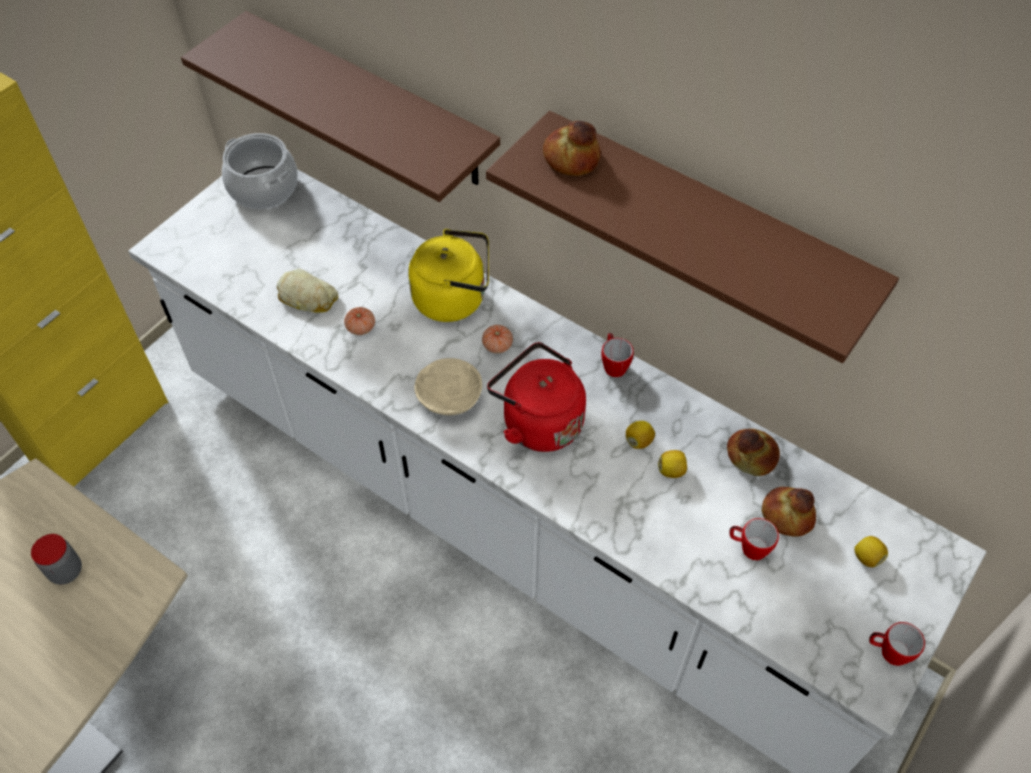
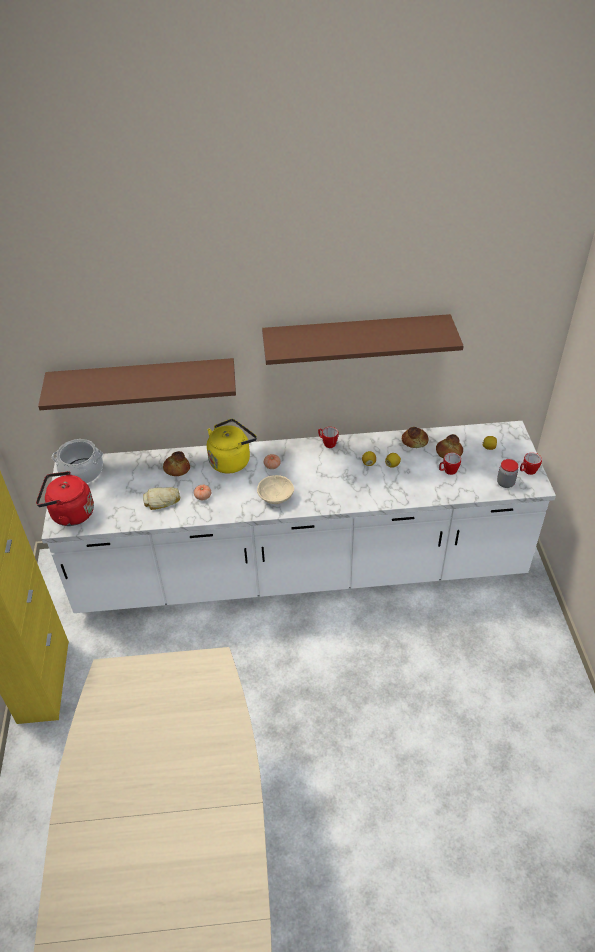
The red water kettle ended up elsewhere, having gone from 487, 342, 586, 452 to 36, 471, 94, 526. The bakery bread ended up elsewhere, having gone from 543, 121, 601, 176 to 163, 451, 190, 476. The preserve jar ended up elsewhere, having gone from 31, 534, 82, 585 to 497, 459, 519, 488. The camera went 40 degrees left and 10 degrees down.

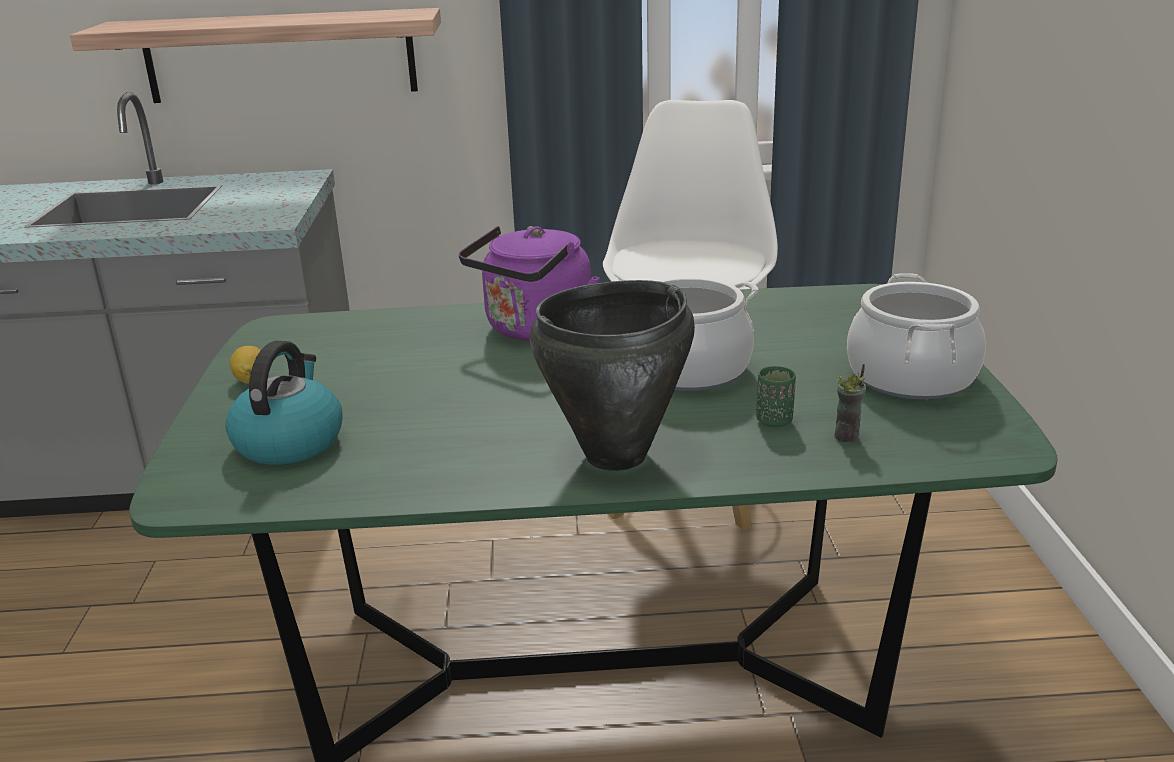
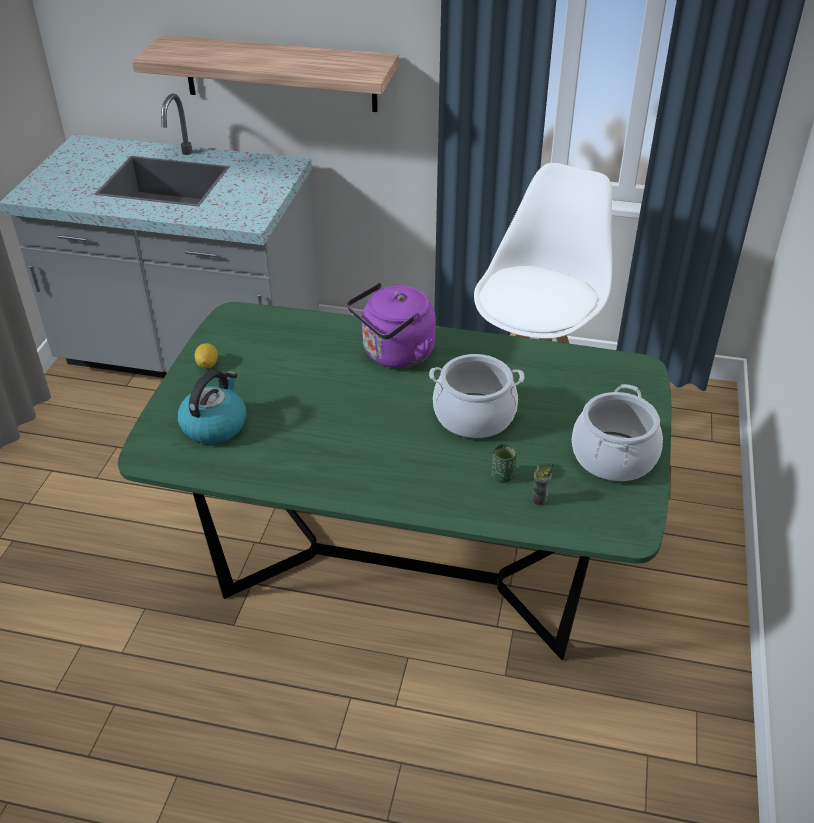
The second view lost the blackish saucepot at 530, 280, 695, 471. The camera went 15 degrees right and 15 degrees up.

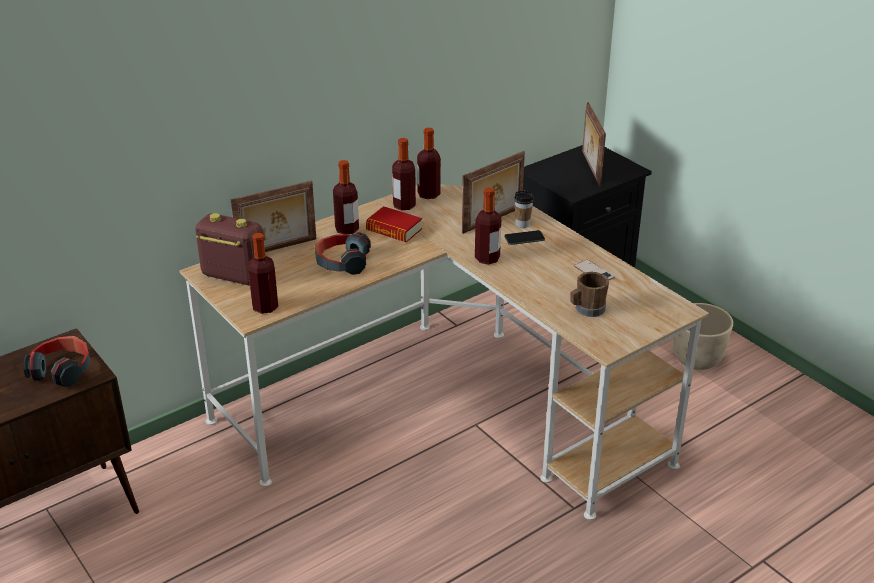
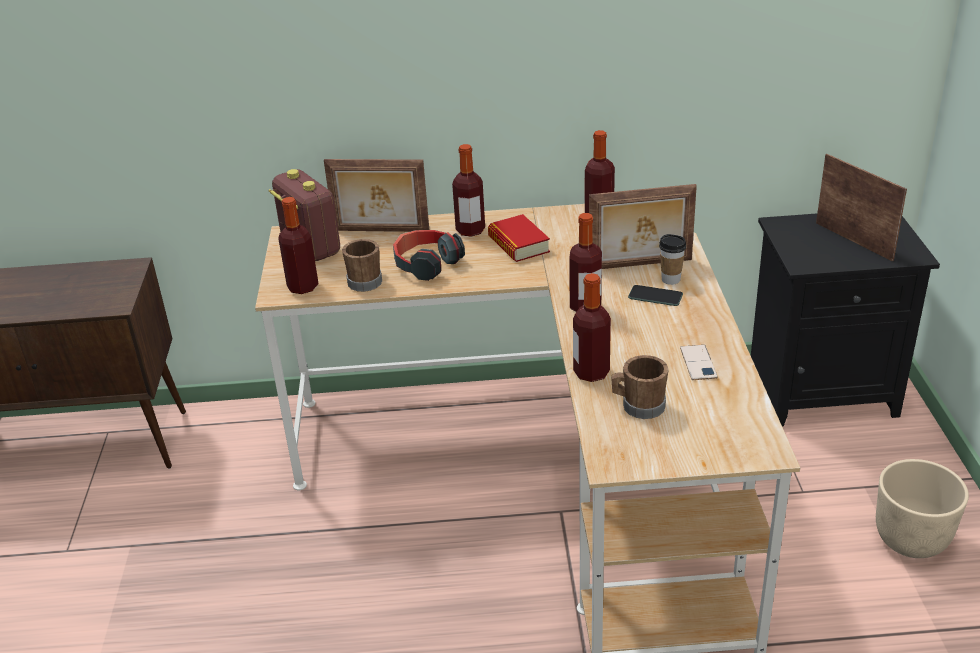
The second view gained the brown-coloured tea mug at 342, 239, 382, 292. The bottle ended up elsewhere, having gone from 392, 138, 416, 210 to 573, 273, 611, 382. The photo frame at 582, 102, 606, 186 ended up facing another way, 120 degrees clockwise from before. The second view lost the headset at 23, 336, 91, 387. The camera went 35 degrees right and 0 degrees up.

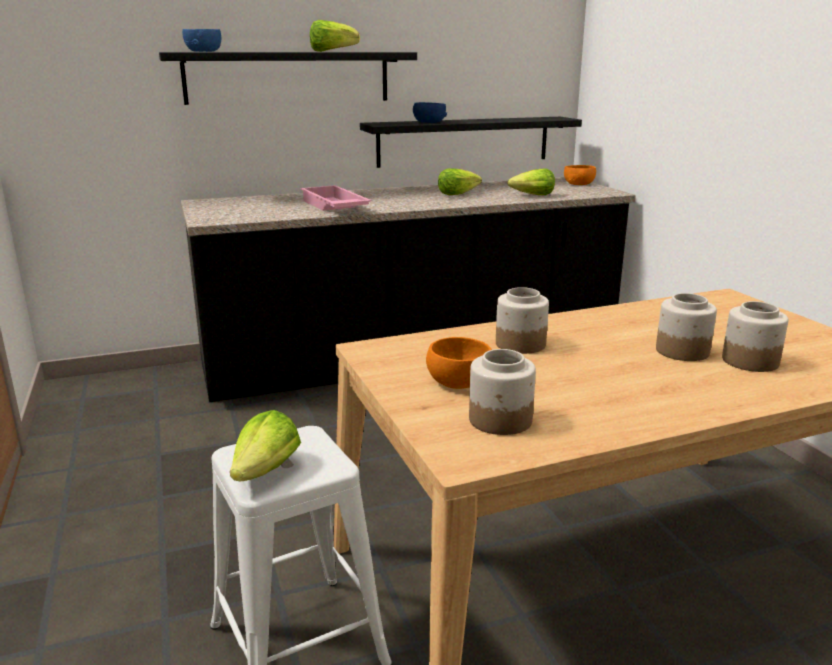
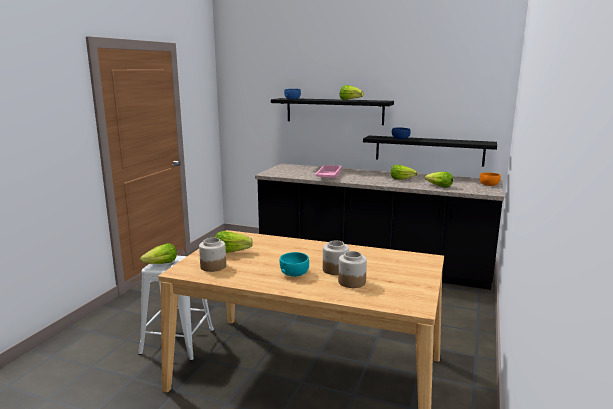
Where the orange serving bowl stood at 426, 337, 492, 389, the lettuce came to stand at 215, 231, 253, 253. The second view gained the turquoise-coloured serving bowl at 280, 252, 309, 277. The second view lost the preserve jar at 496, 287, 549, 354. The camera went 40 degrees right and 5 degrees down.

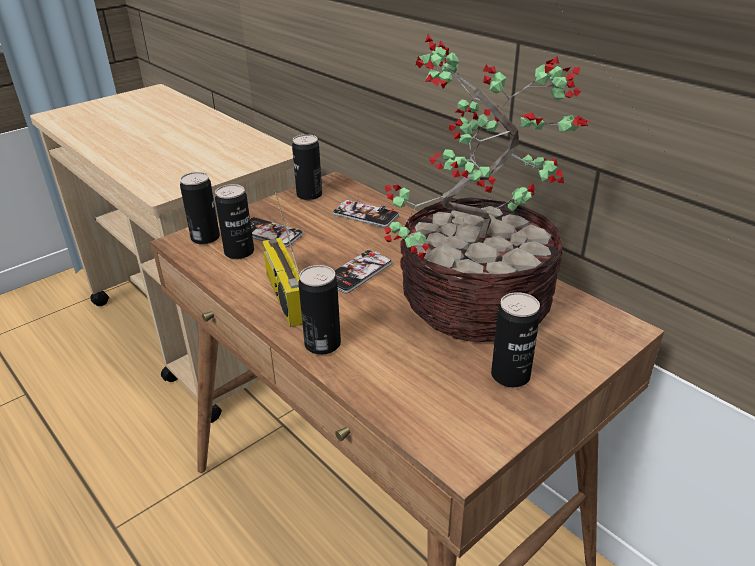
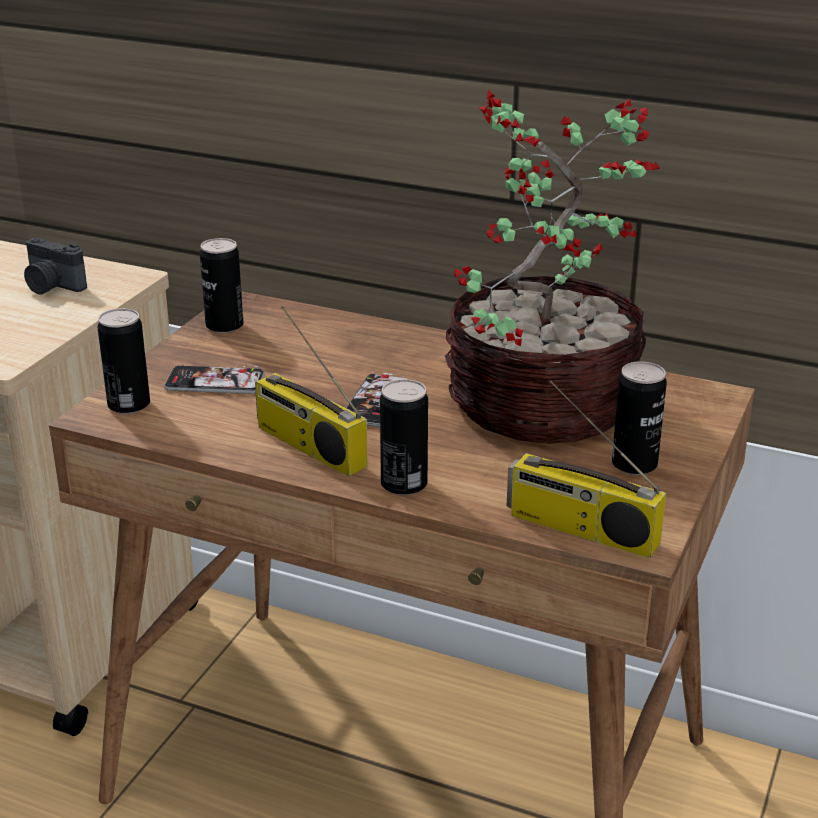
The second view gained the photo camera at 24, 238, 87, 295. The second view gained the radio set at 507, 380, 666, 558. The second view lost the sealed can at 215, 184, 254, 259. The second view lost the telephone at 332, 198, 399, 227. The camera went 25 degrees left and 5 degrees down.

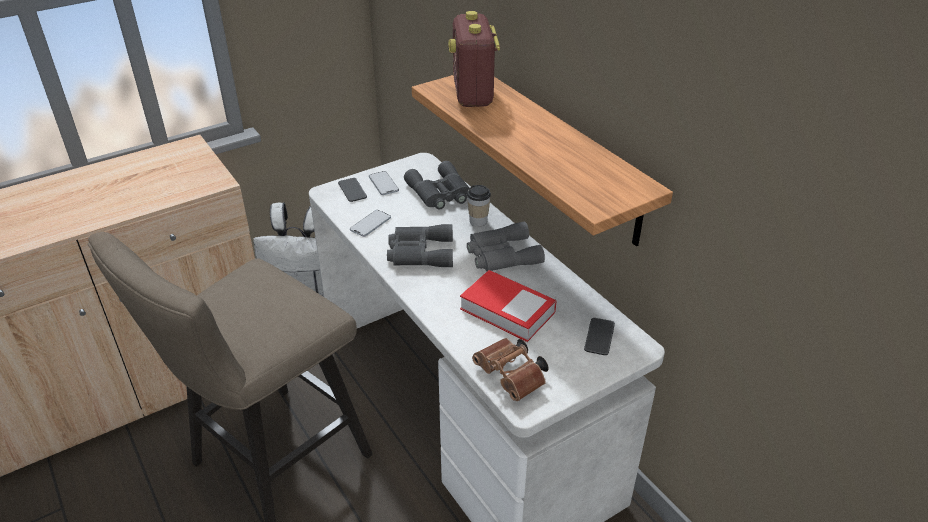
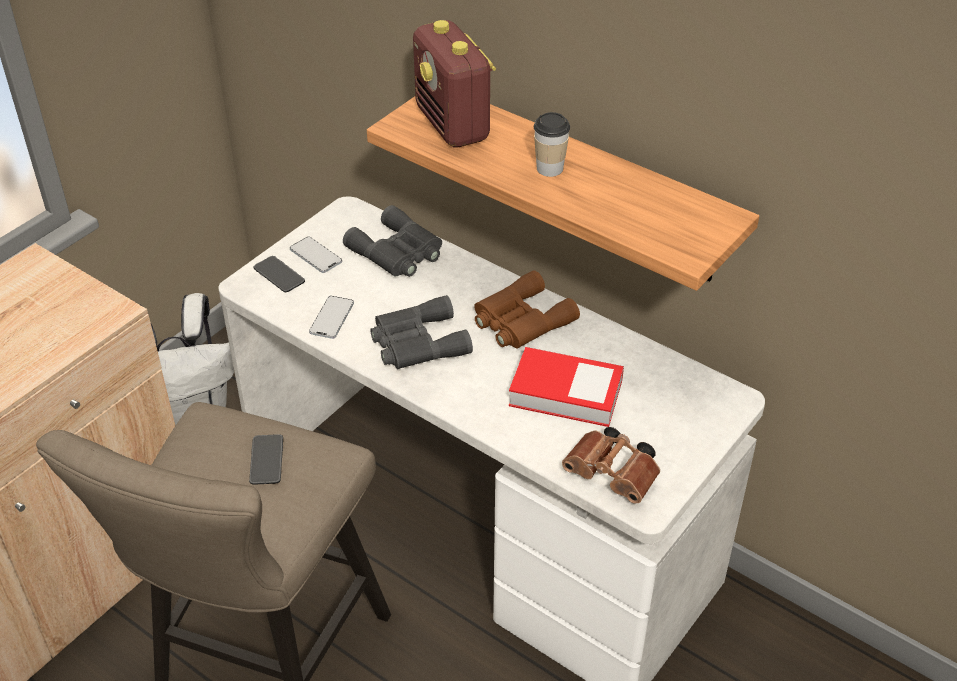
The telephone ended up elsewhere, having gone from 584, 318, 615, 355 to 249, 434, 283, 485. What was the gray field glasses at 467, 221, 545, 271 turned into the brown-coloured field glasses at 474, 270, 580, 348. The cup ended up elsewhere, having gone from 467, 185, 491, 227 to 534, 112, 570, 177. The camera went 20 degrees left and 5 degrees up.

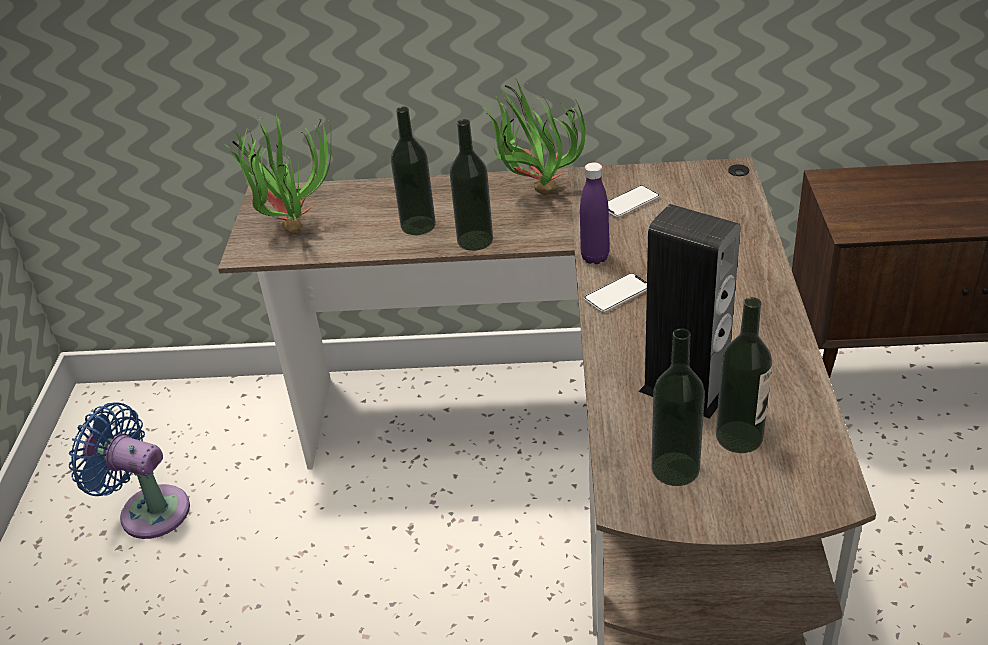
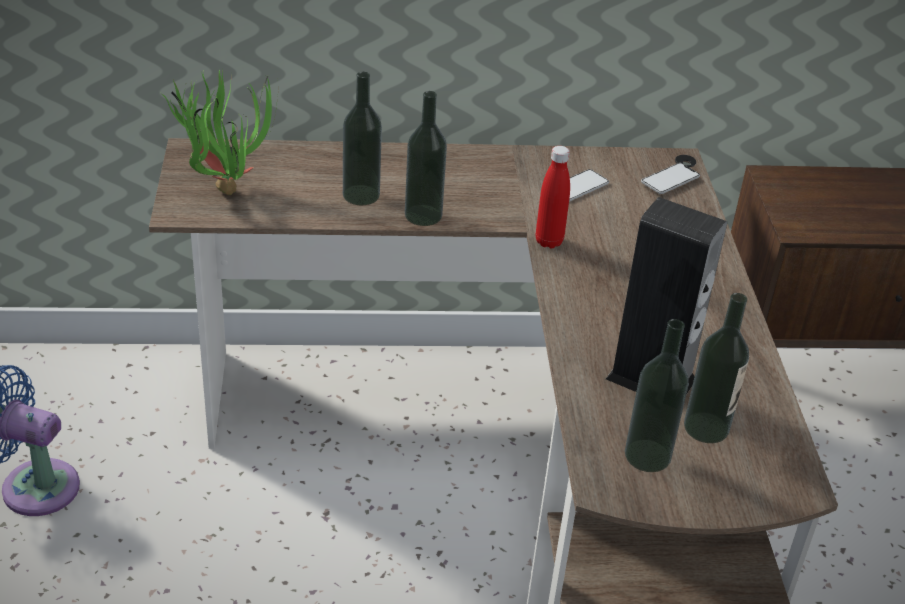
What was the purple bottle at 580, 162, 609, 264 turned into the red bottle at 536, 146, 570, 248. The telephone ended up elsewhere, having gone from 583, 273, 647, 313 to 641, 163, 700, 194. The second view lost the plant in a pot at 482, 79, 585, 195. The camera went 10 degrees left and 0 degrees up.

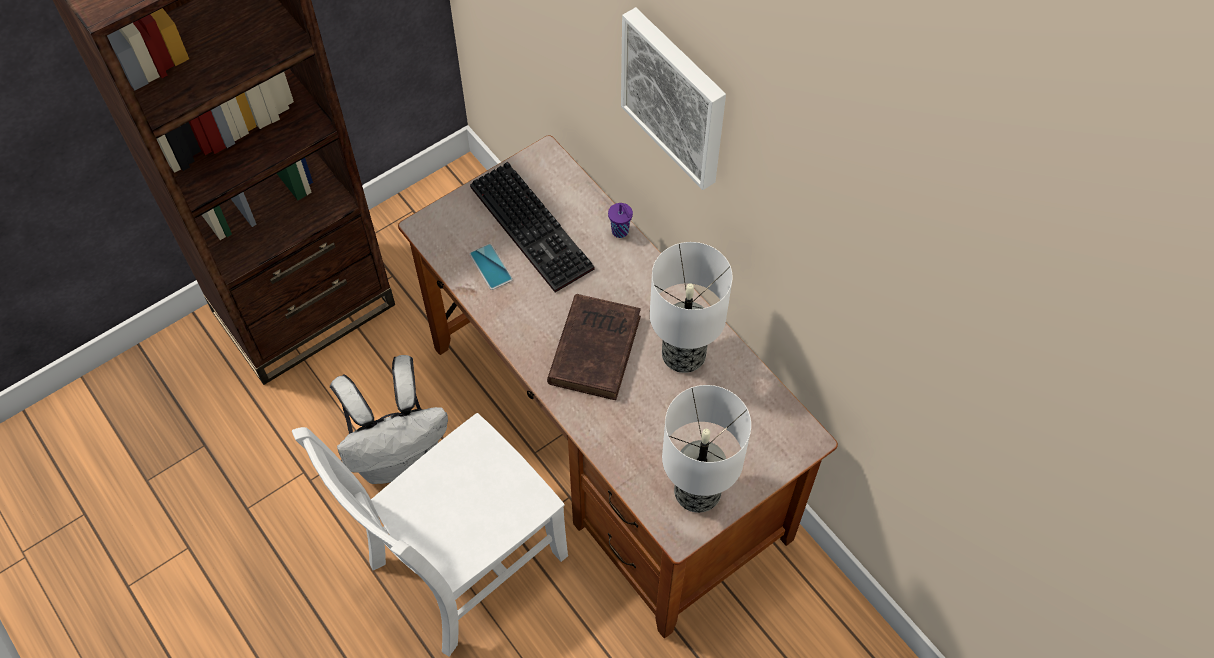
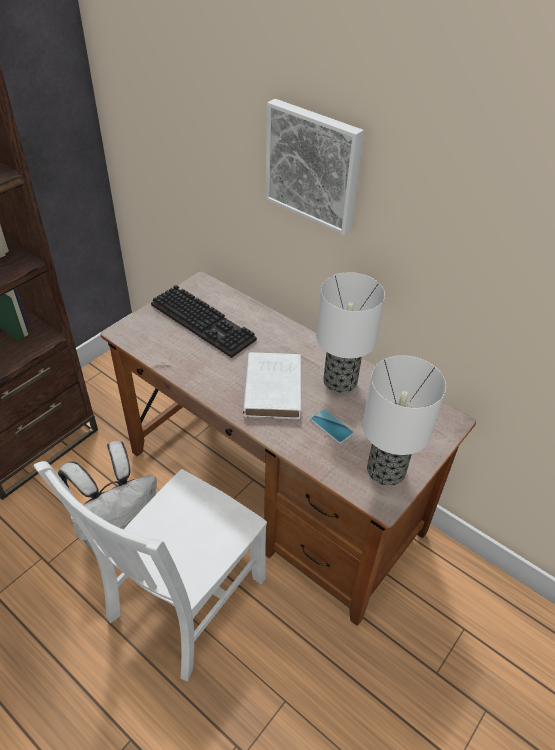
What was the brown-coloured volume at 547, 294, 641, 400 turned into the white-coloured volume at 243, 352, 301, 419. The telephone ended up elsewhere, having gone from 469, 244, 513, 290 to 310, 409, 354, 444. The second view lost the purple cup at 608, 203, 633, 238. The camera went 15 degrees left and 15 degrees down.

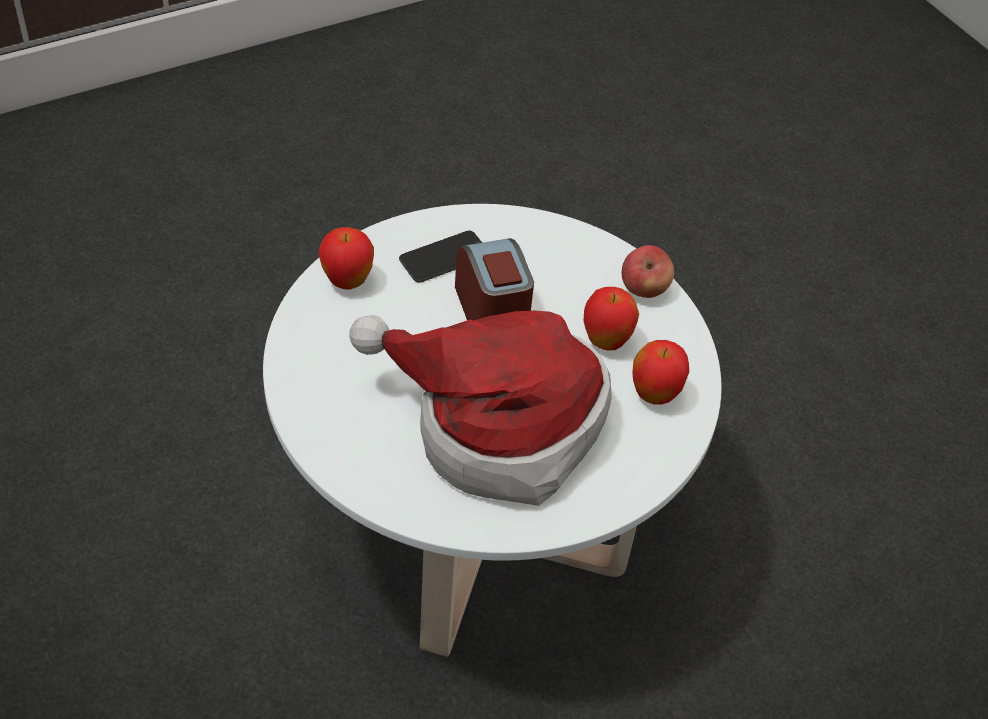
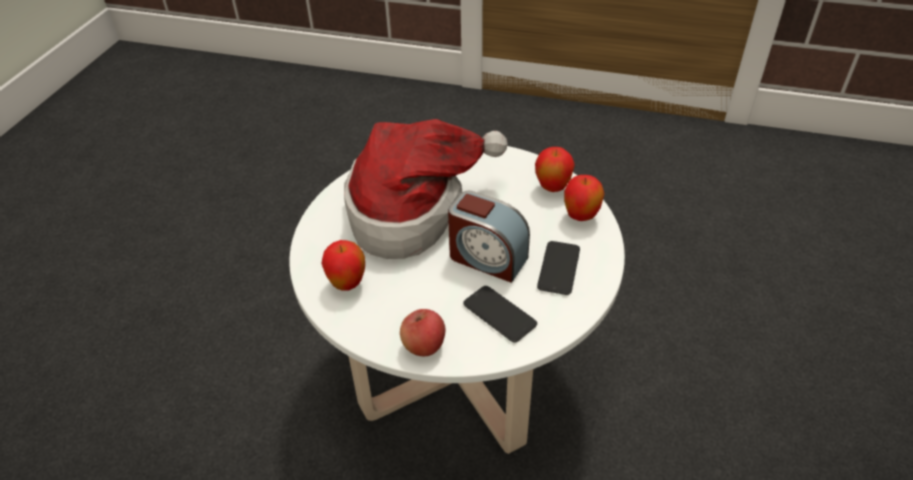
The second view gained the telephone at 463, 286, 537, 343. The whole apple ended up elsewhere, having gone from 584, 287, 639, 351 to 535, 147, 575, 192. The camera went 140 degrees right and 5 degrees down.

